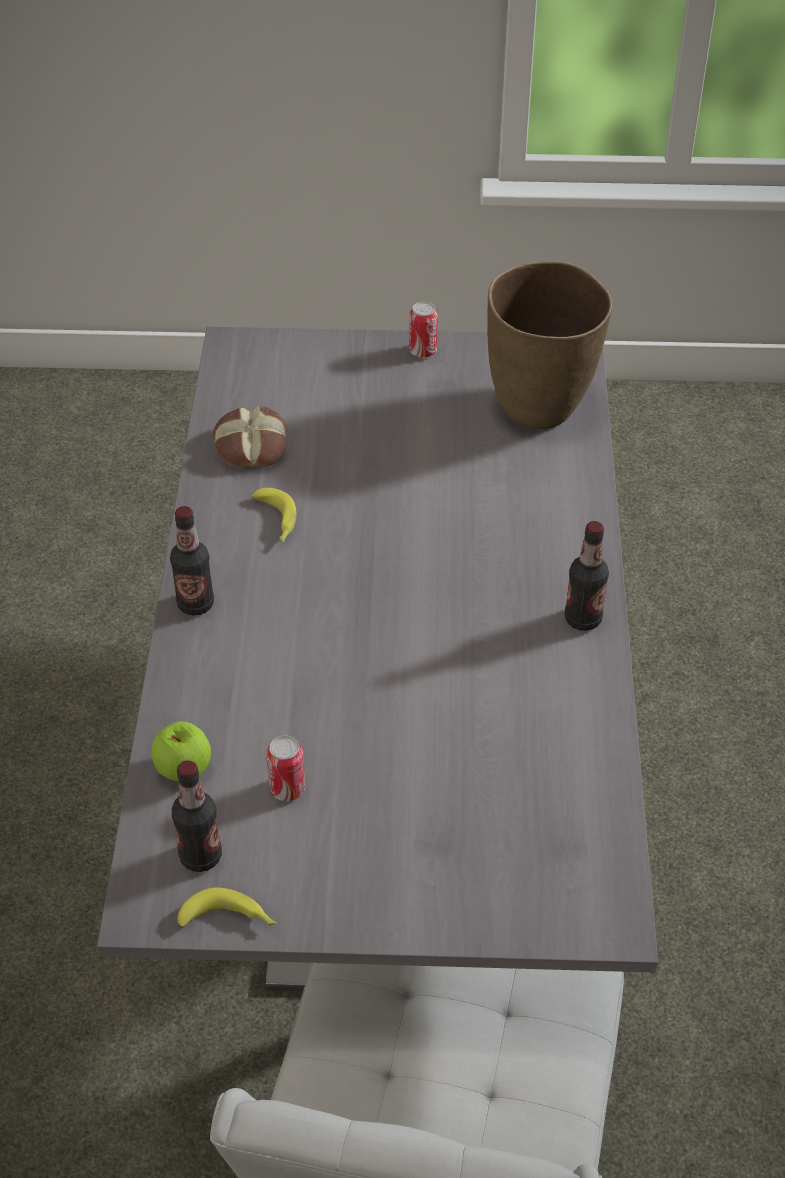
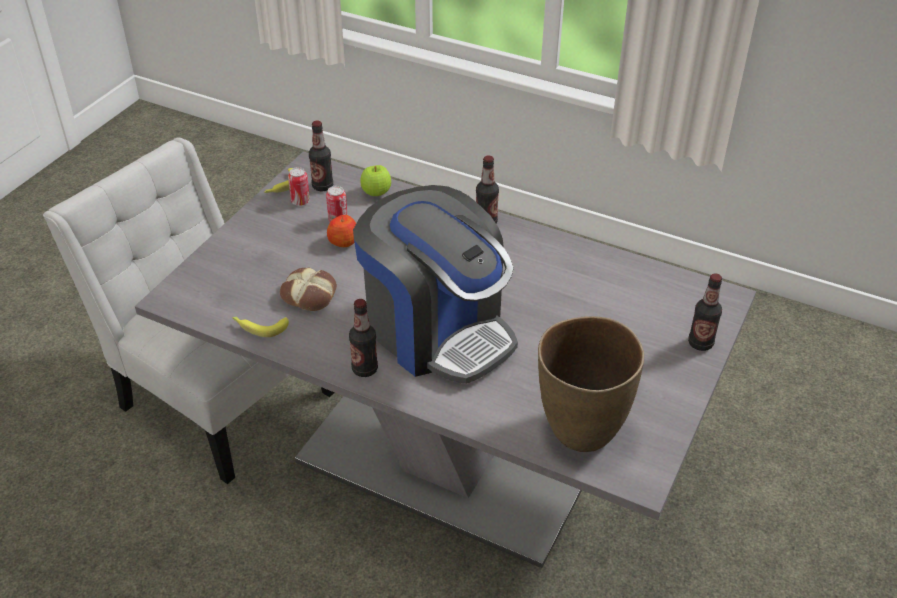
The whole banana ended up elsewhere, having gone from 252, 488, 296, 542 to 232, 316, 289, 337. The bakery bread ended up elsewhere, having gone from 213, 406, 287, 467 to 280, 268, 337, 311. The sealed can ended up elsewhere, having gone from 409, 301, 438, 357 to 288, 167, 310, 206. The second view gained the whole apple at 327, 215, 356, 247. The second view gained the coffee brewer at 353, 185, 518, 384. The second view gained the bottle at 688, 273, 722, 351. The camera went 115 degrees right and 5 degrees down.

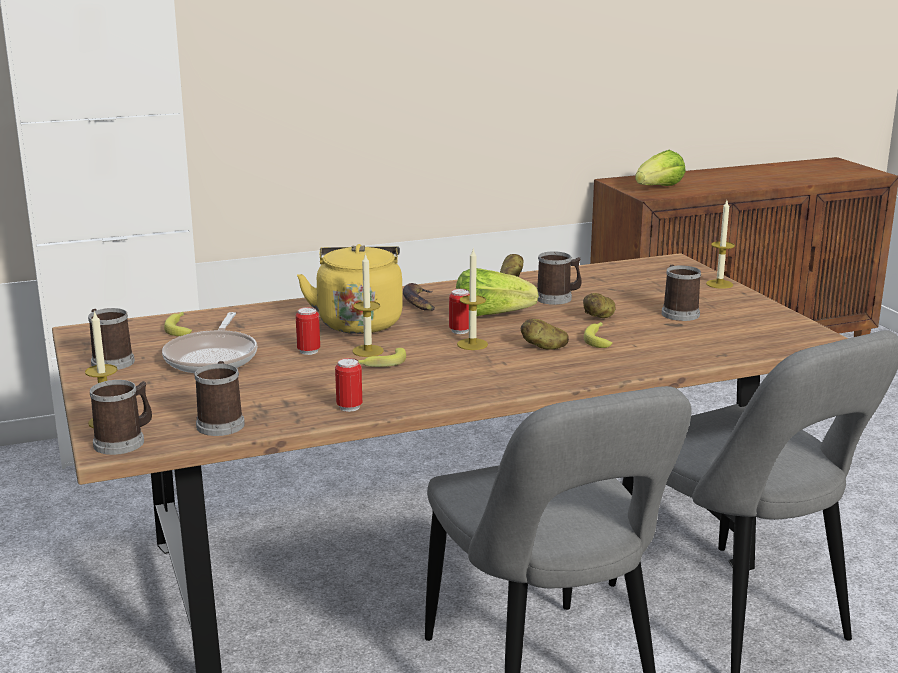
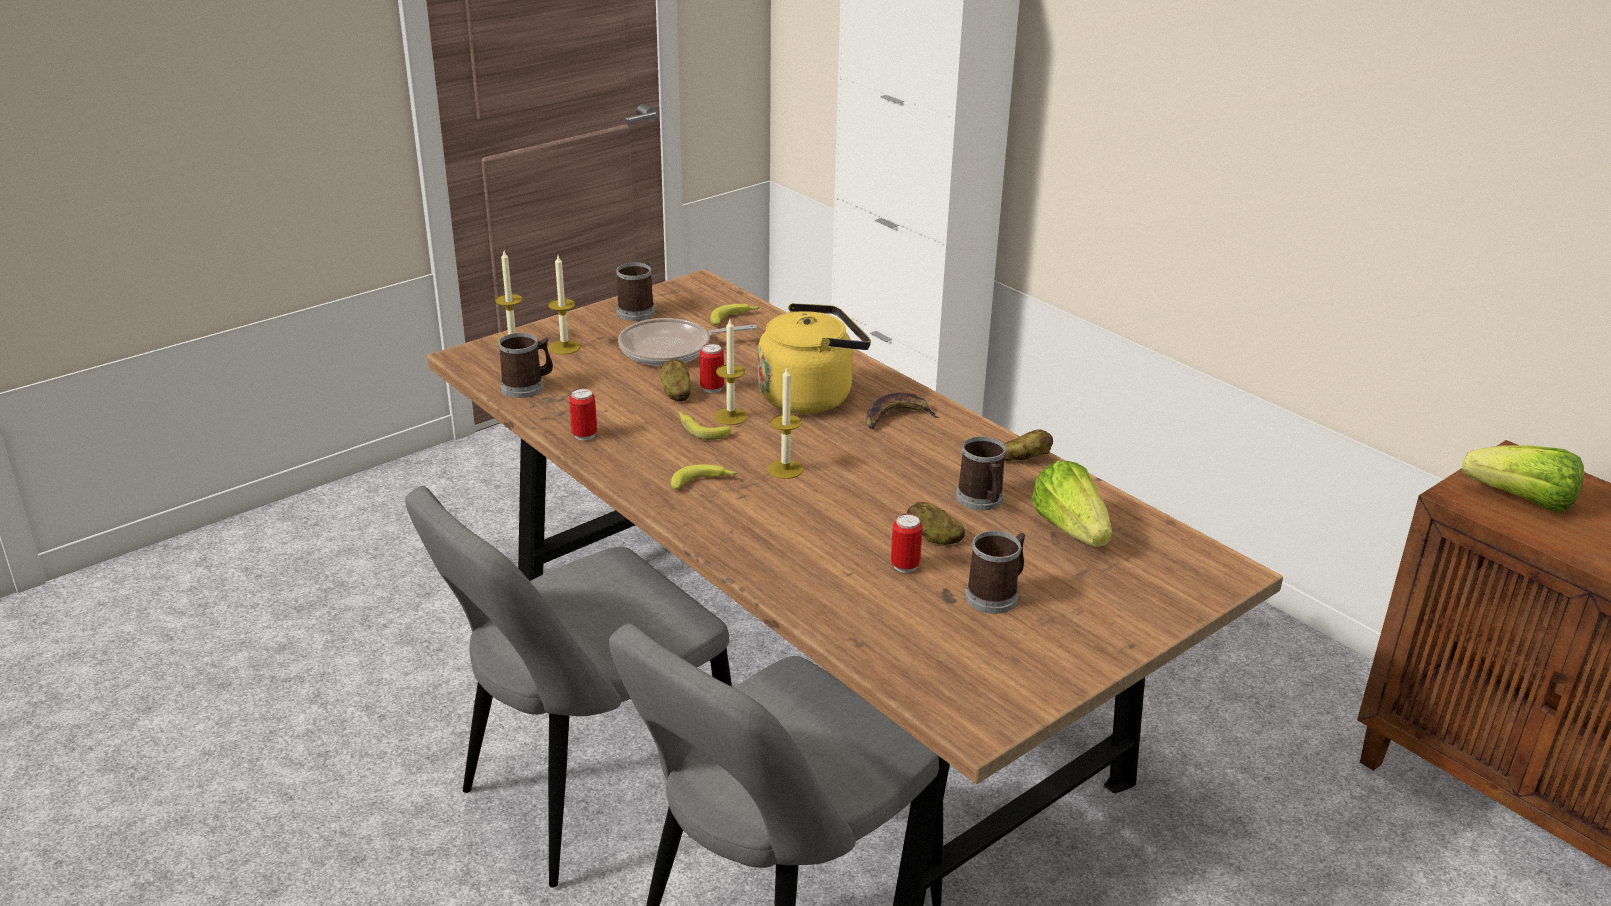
The wax light ended up elsewhere, having gone from 706, 201, 735, 289 to 548, 255, 581, 355. The potato ended up elsewhere, having gone from 521, 319, 569, 350 to 660, 359, 691, 402. The whole banana ended up elsewhere, having gone from 584, 322, 612, 348 to 671, 464, 738, 490. The sealed can ended up elsewhere, having gone from 449, 289, 470, 334 to 891, 514, 923, 573. The lettuce ended up elsewhere, having gone from 456, 268, 539, 316 to 1031, 460, 1112, 547. The second view lost the tea mug at 90, 380, 152, 455. The camera went 70 degrees right and 10 degrees up.

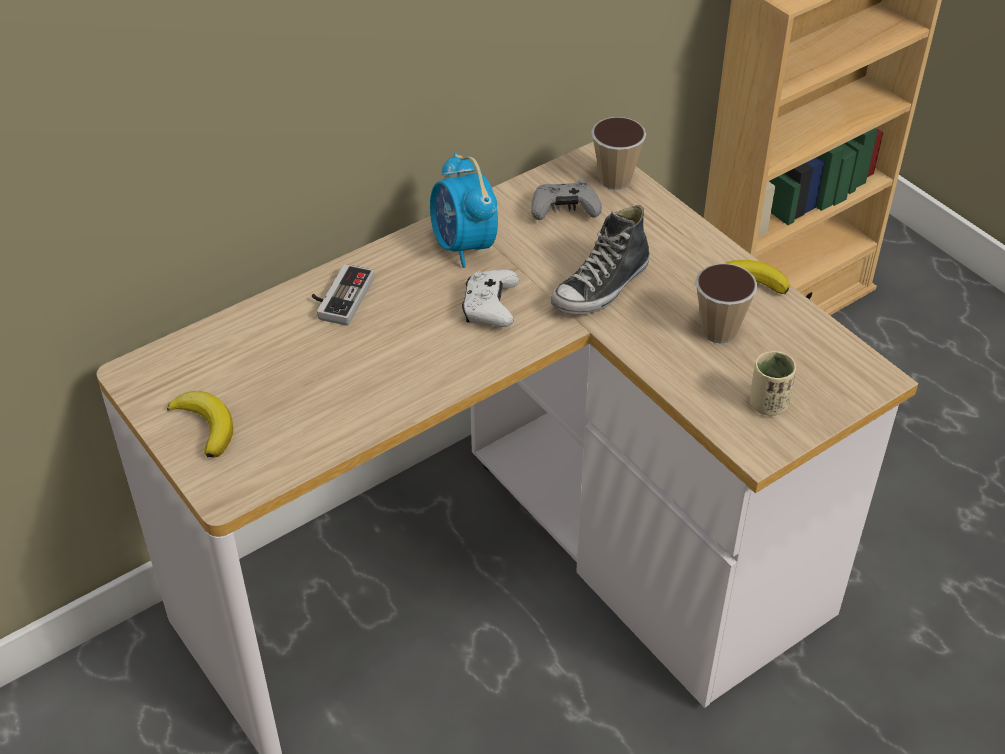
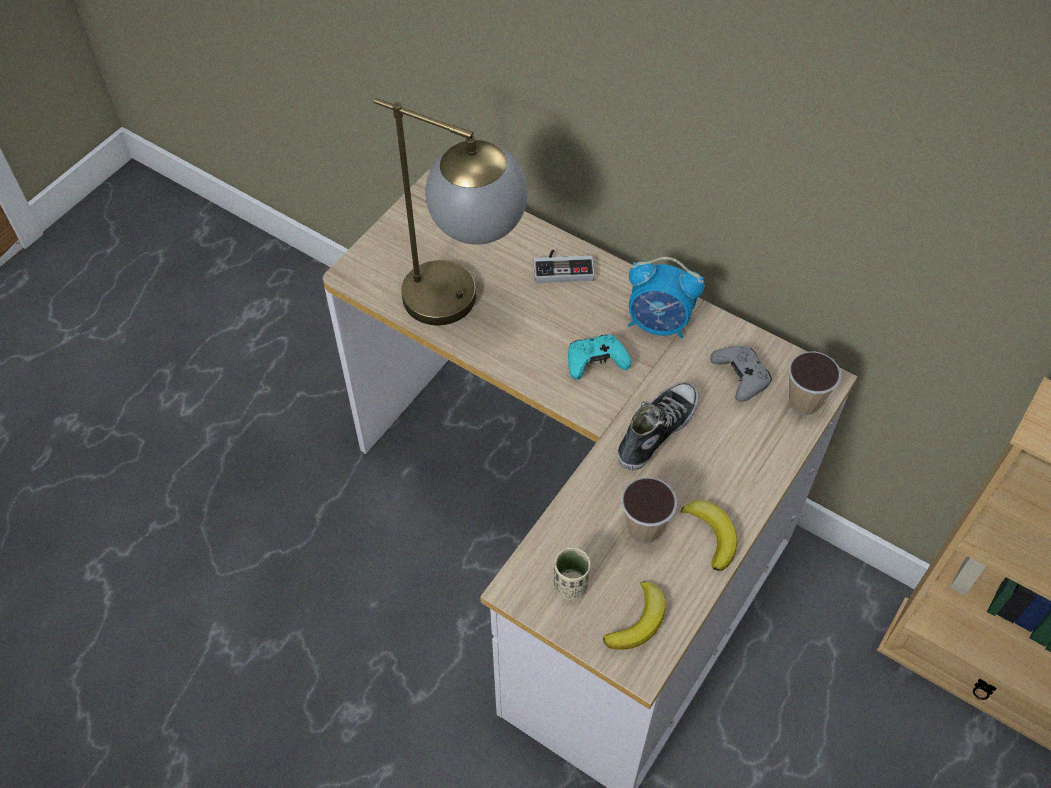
The second view gained the lamp for a table at 374, 98, 528, 325. What was the white-coloured gamepad at 462, 270, 519, 327 turned into the turquoise-coloured gamepad at 568, 335, 632, 380. The whole banana ended up elsewhere, having gone from 167, 391, 233, 457 to 603, 581, 665, 650. The item of footwear at 551, 205, 650, 314 ended up facing another way, 105 degrees clockwise from before. The bedside clock at 430, 153, 498, 268 ended up facing another way, 120 degrees counterclockwise from before. The camera went 70 degrees right and 10 degrees up.

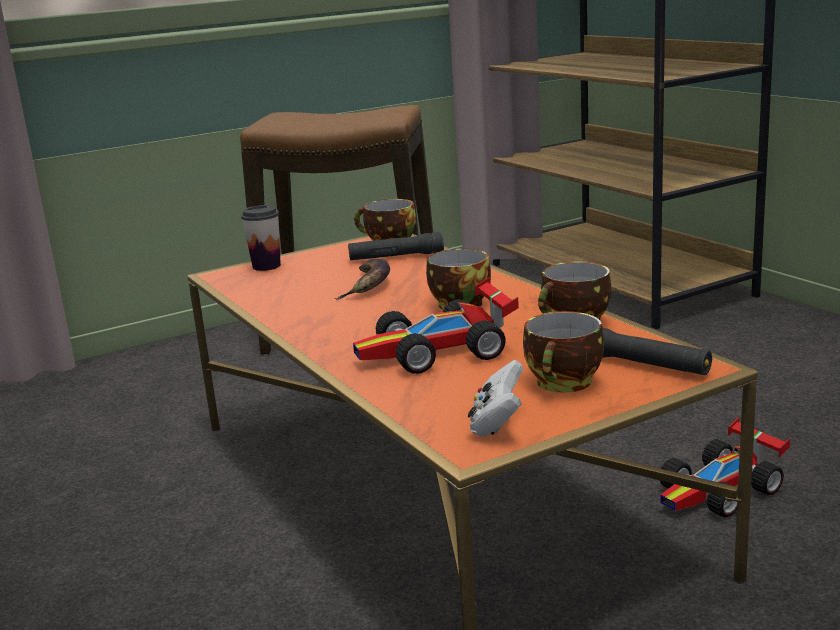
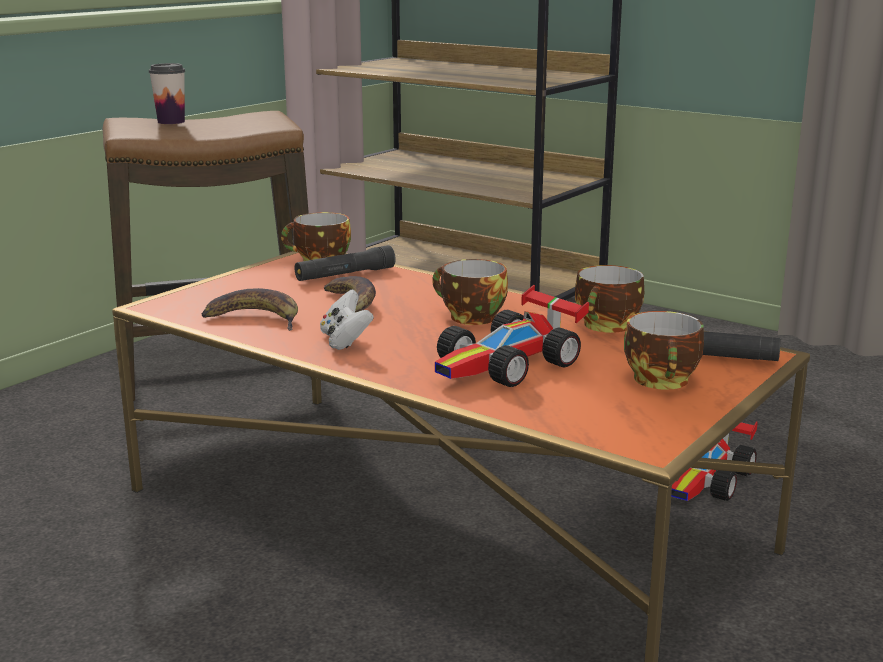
The cup ended up elsewhere, having gone from 241, 205, 281, 271 to 149, 63, 185, 124. The second view gained the whole banana at 201, 288, 298, 331. The white-coloured gamepad ended up elsewhere, having gone from 468, 360, 523, 437 to 320, 289, 374, 350. The camera went 25 degrees left and 0 degrees up.

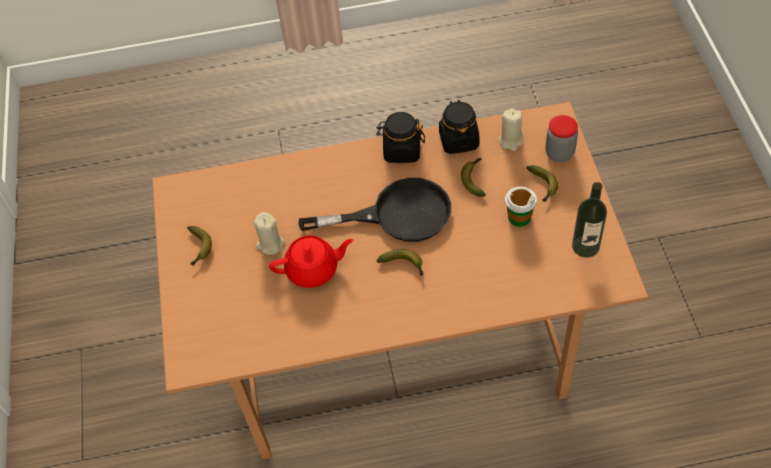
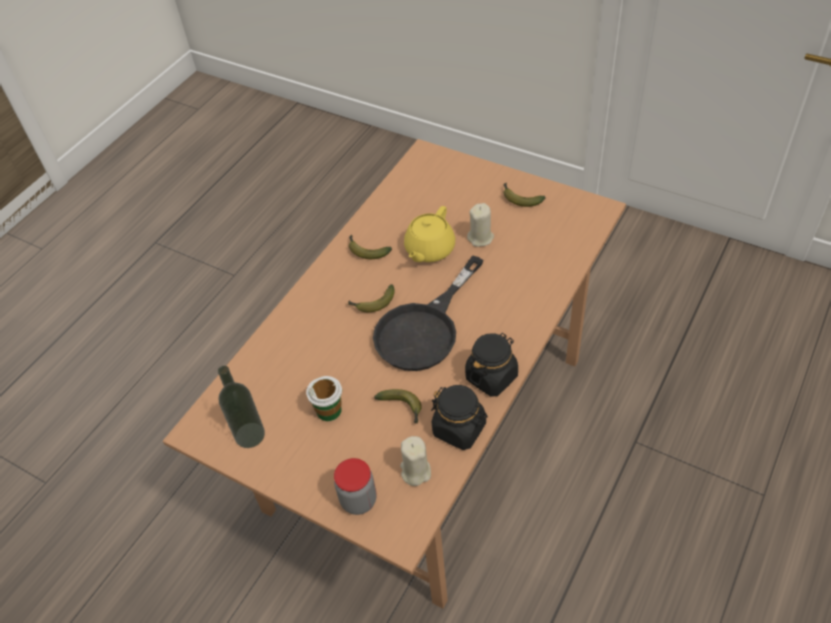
The whole banana ended up elsewhere, having gone from 527, 165, 558, 202 to 349, 235, 392, 259. What was the red teapot at 269, 235, 353, 288 turned into the yellow teapot at 404, 206, 455, 262. The camera went 130 degrees right and 5 degrees down.

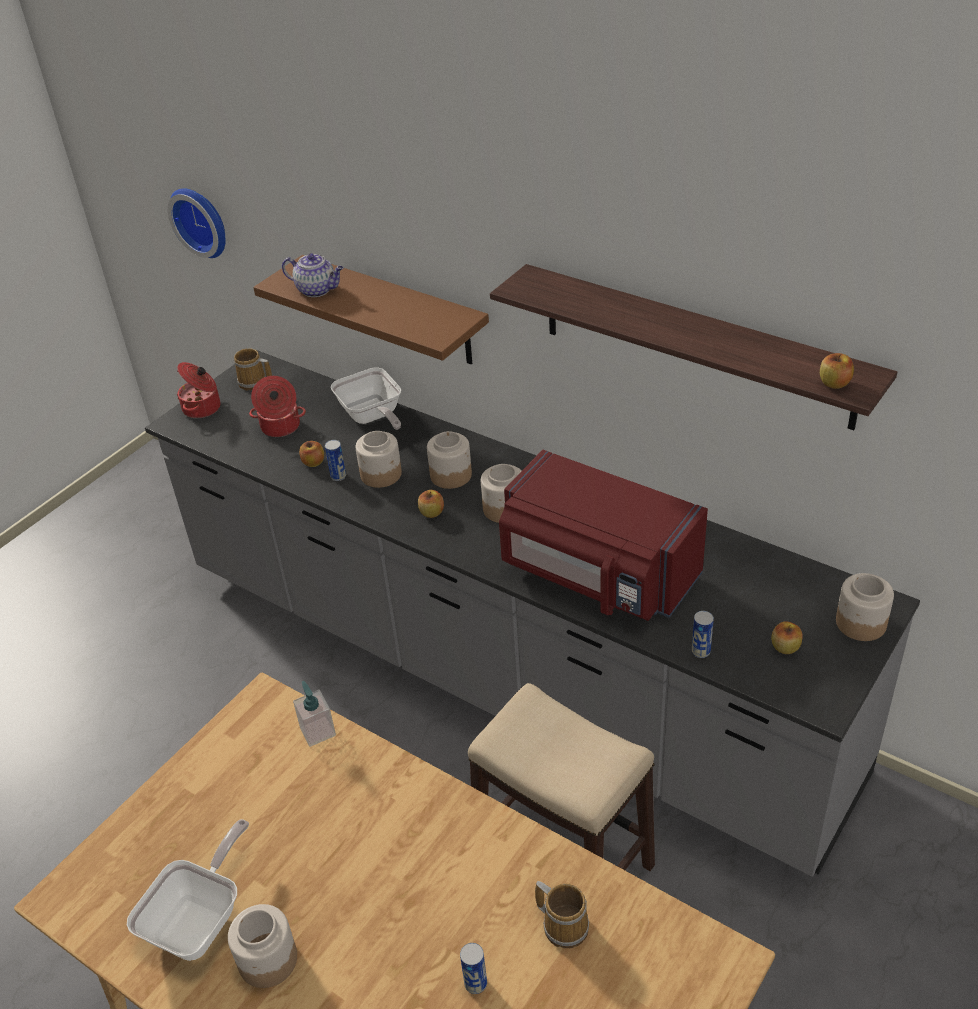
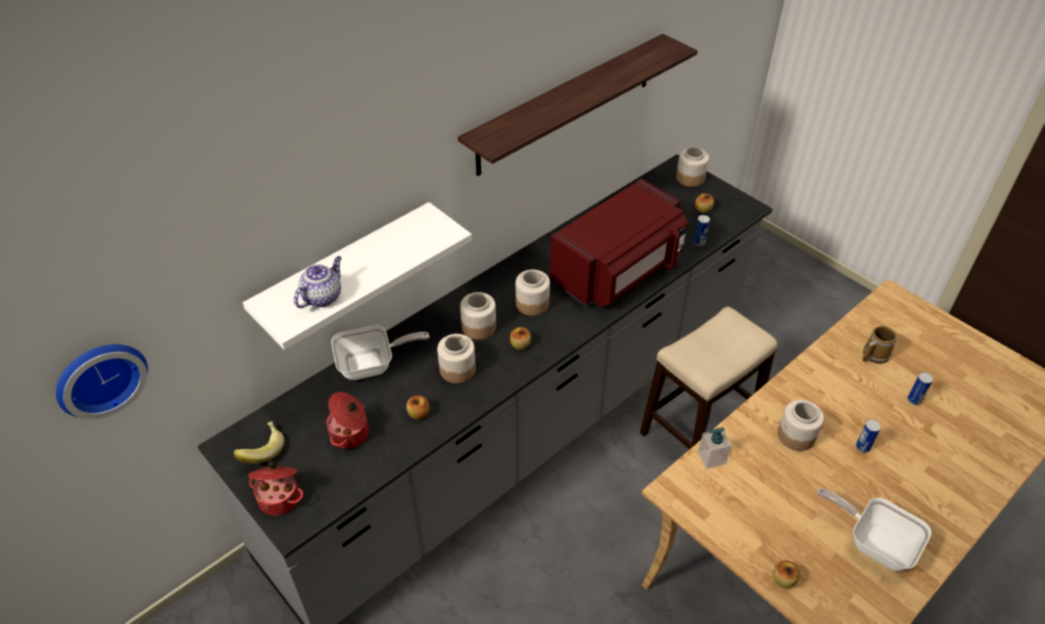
Where the tea mug stood at 234, 348, 272, 391, the whole banana came to stand at 234, 422, 284, 463. What was the brown-coloured bracket shelf at 253, 255, 489, 364 turned into the white-coloured bracket shelf at 243, 202, 472, 350. The whole apple ended up elsewhere, having gone from 820, 353, 854, 389 to 773, 560, 800, 588. The preserve jar ended up elsewhere, having gone from 228, 904, 297, 988 to 778, 400, 824, 451. The sealed can ended up elsewhere, having gone from 325, 440, 346, 481 to 856, 419, 881, 453. The camera went 80 degrees left and 5 degrees up.

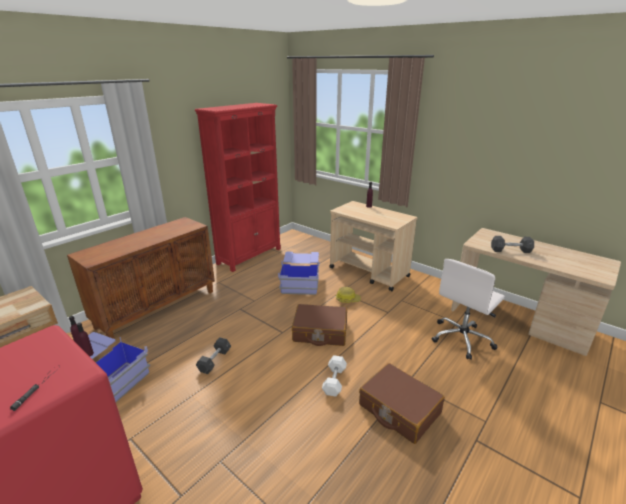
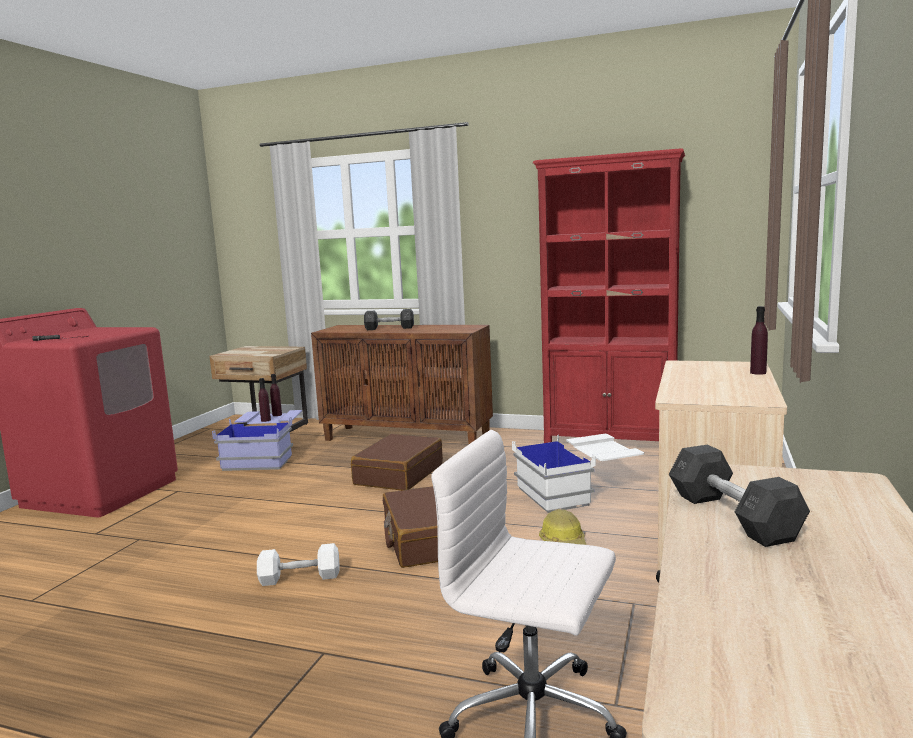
The brown-coloured travel case ended up elsewhere, having gone from 359, 363, 445, 444 to 351, 434, 443, 491. The gray hand weight ended up elsewhere, having gone from 196, 338, 231, 374 to 364, 309, 414, 330. What was the blue storage bin at 278, 252, 319, 295 turned into the white-coloured storage bin at 512, 434, 644, 513. The camera went 70 degrees right and 15 degrees down.

